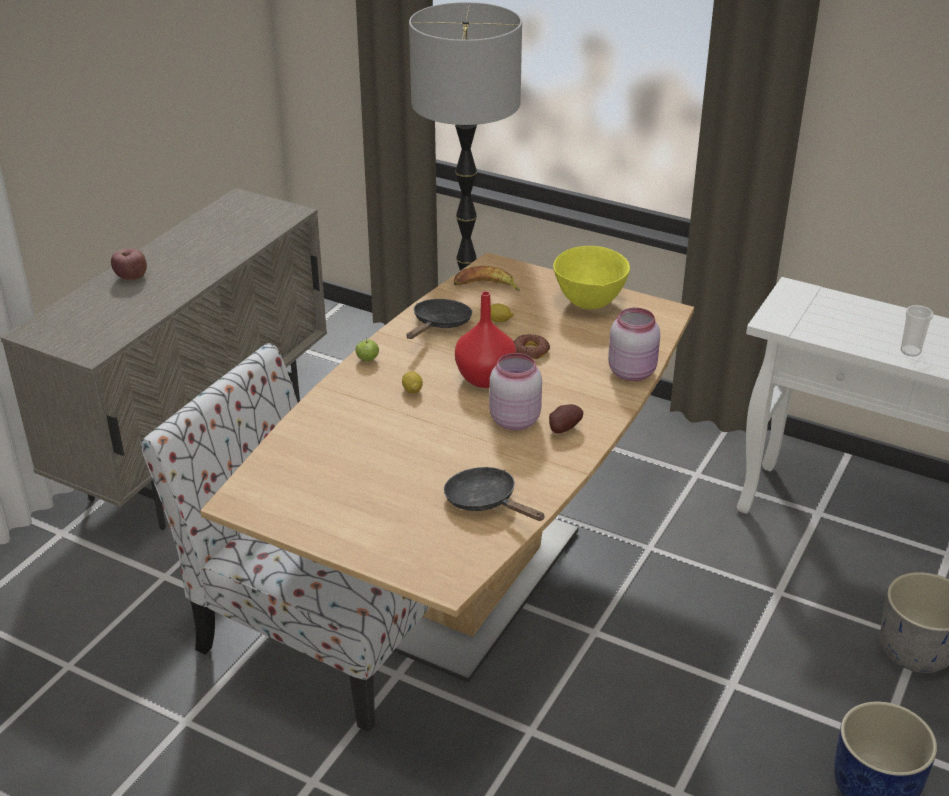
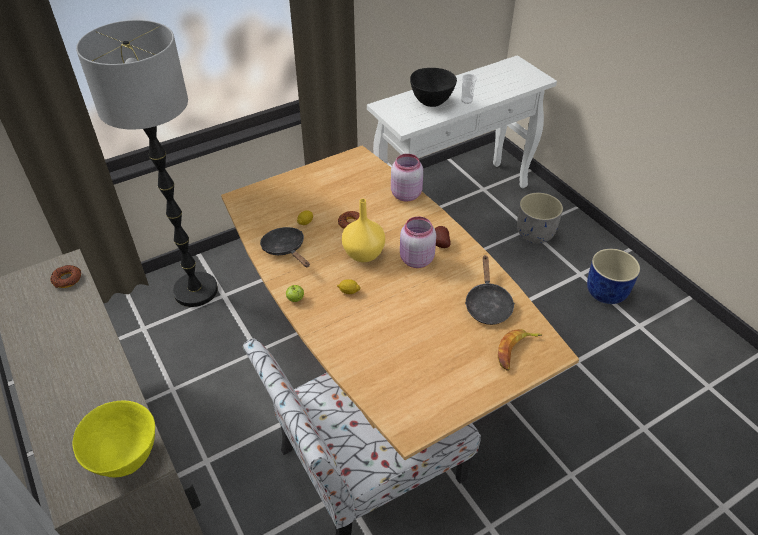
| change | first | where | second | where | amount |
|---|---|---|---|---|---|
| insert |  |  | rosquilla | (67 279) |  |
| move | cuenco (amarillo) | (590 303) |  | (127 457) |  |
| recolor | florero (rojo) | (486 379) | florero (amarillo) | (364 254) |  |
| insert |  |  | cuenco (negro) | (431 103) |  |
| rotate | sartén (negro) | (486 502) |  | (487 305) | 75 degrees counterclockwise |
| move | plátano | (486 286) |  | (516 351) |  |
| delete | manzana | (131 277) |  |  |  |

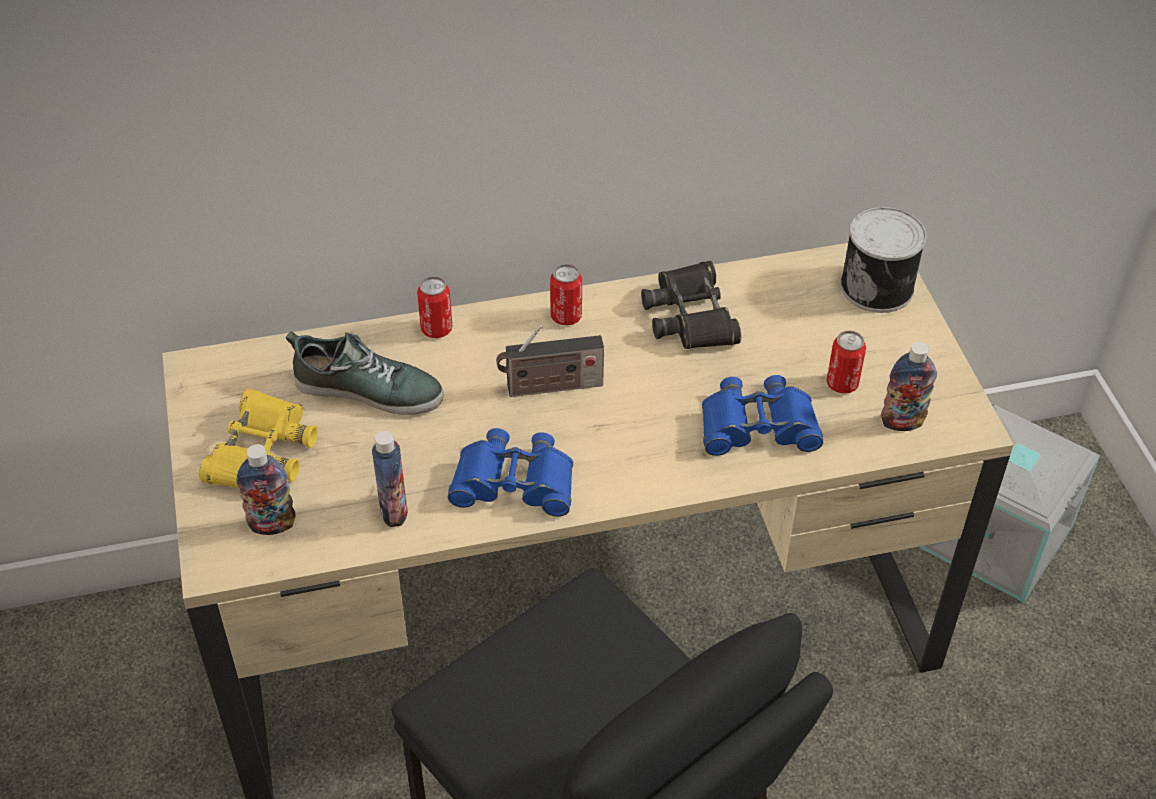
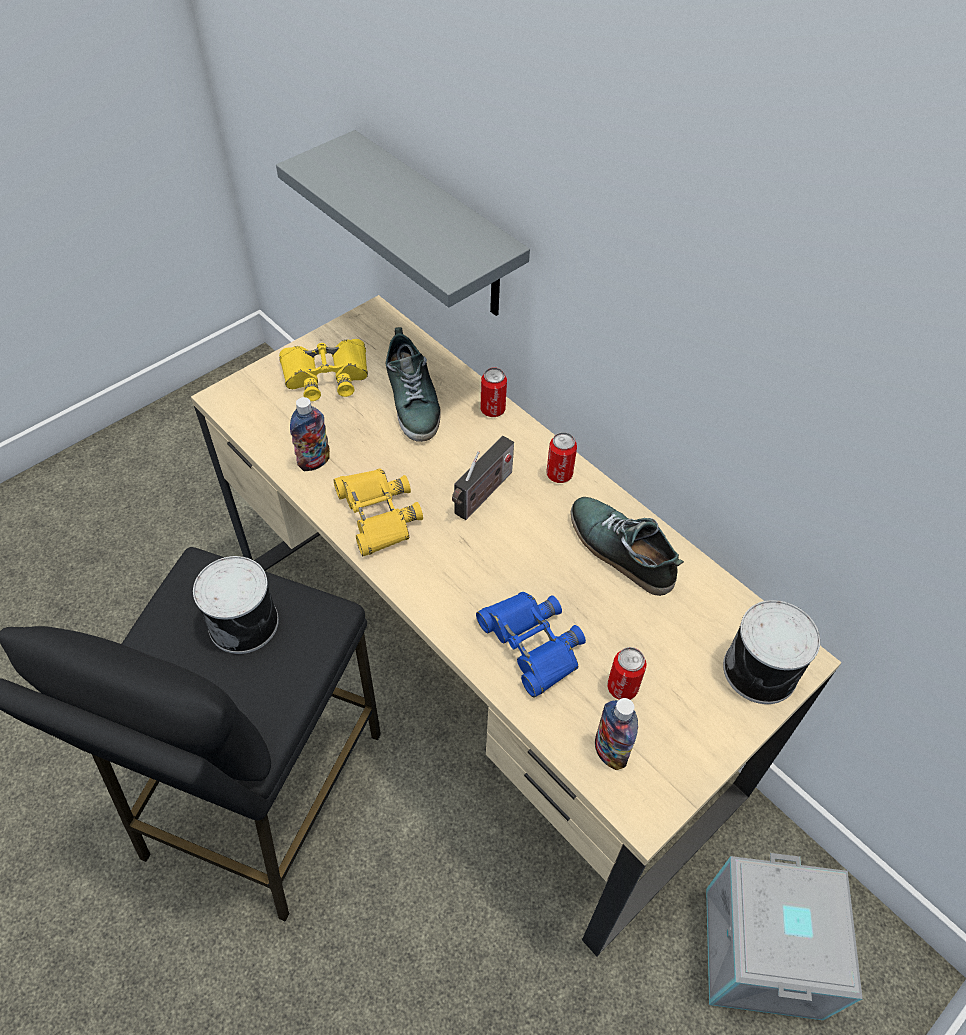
| change | first | where | second | where | amount |
|---|---|---|---|---|---|
| insert |  |  | lata | (245 622) |  |
| insert |  |  | estante (gris) | (438 229) |  |
| recolor | prismáticos (azul) | (514 483) | prismáticos (amarillo) | (377 515) |  |
| rotate | radio | (550 387) |  | (482 495) | 105 degrees counterclockwise |
| replace | prismáticos (negro) | (691 316) | zapato | (620 550) |  |
| delete | botella | (272 524) |  |  |  |

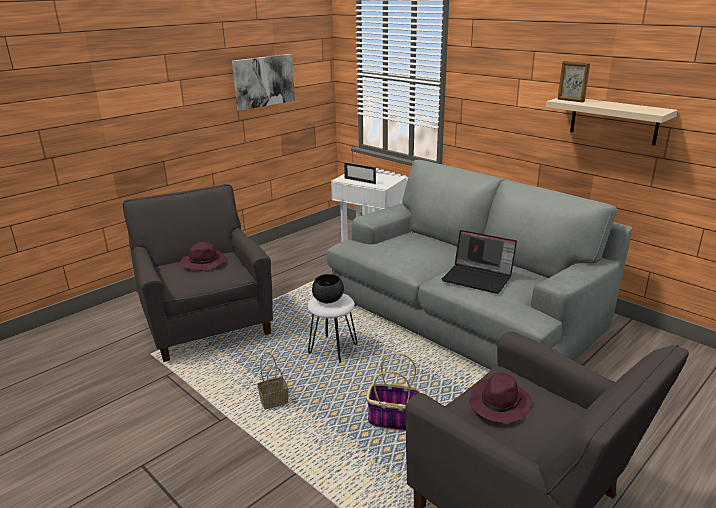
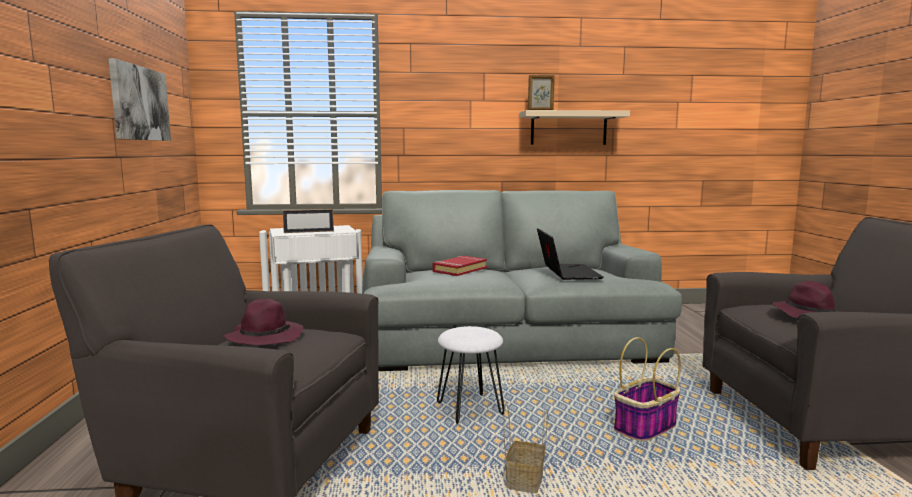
| change | first | where | second | where | amount |
|---|---|---|---|---|---|
| insert |  |  | libro (rojo) | (459 270) |  |
| rotate | portátil | (478 278) |  | (566 273) | 75 degrees counterclockwise |
| delete | cuenco (negro) | (327 300) |  |  |  |

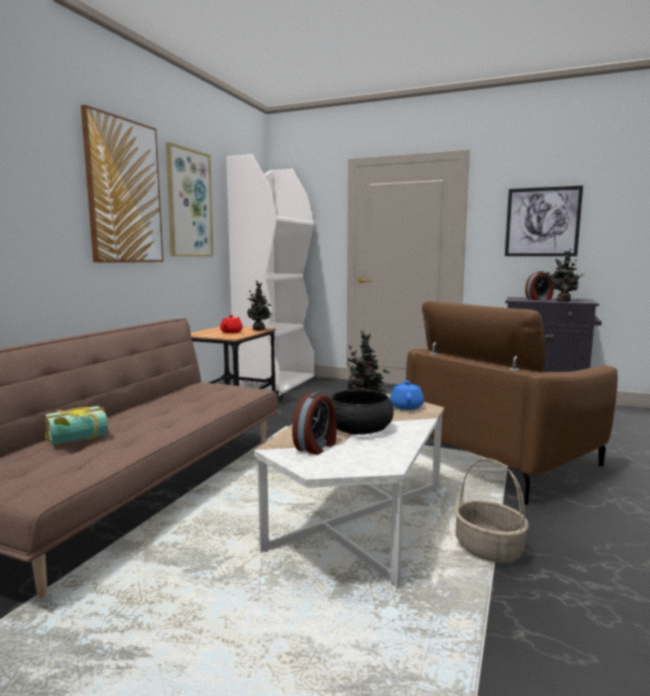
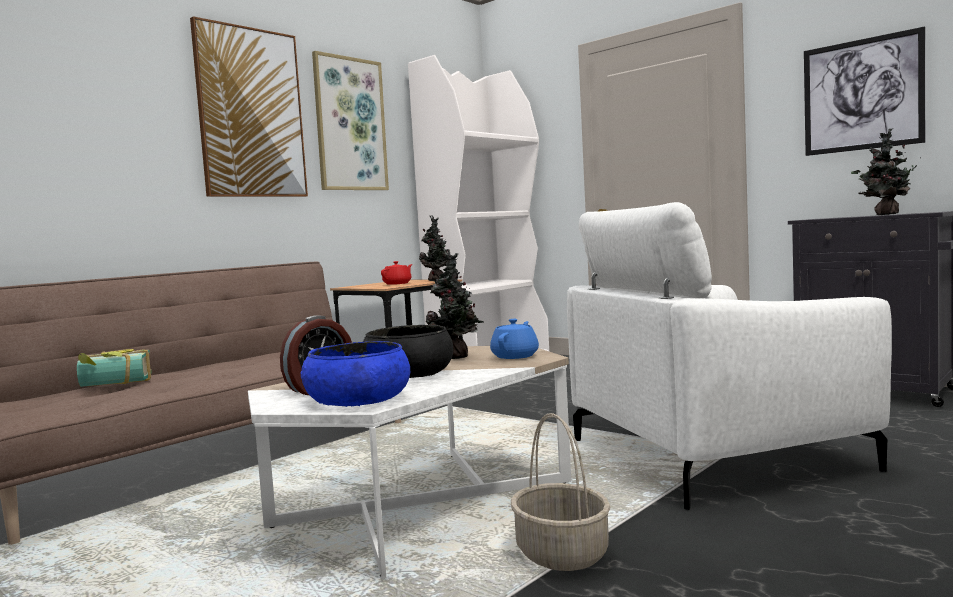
| change | first | where | second | where | amount |
|---|---|---|---|---|---|
| insert |  |  | cuenco (azul) | (358 399) |  |
| recolor | sillón (marrón) | (502 459) | sillón (blanco) | (716 454) |  |
| delete | despertador | (539 299) |  |  |  |

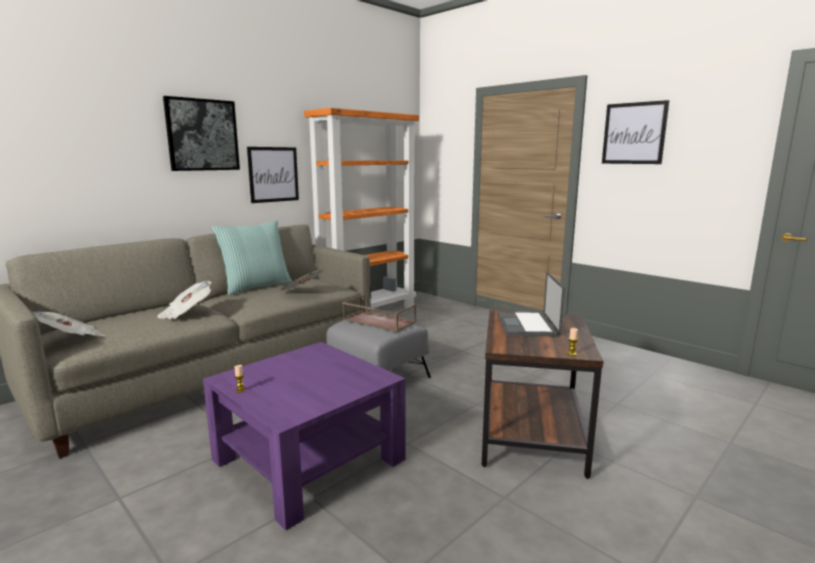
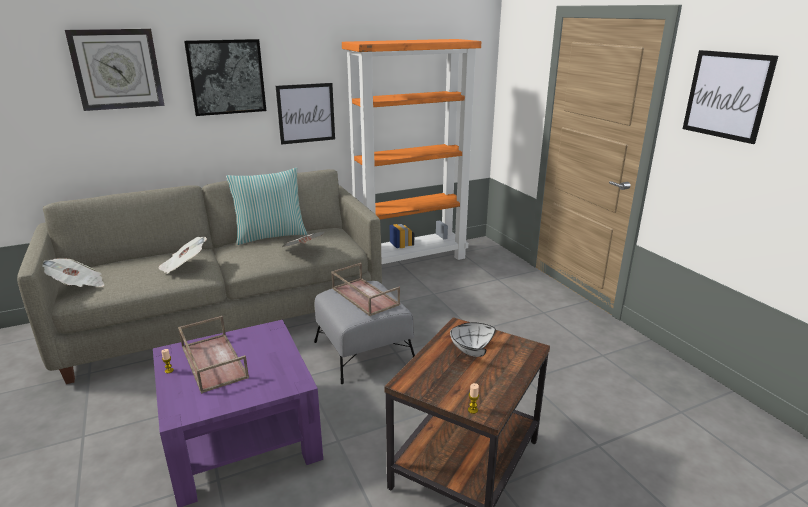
| change | first | where | second | where | amount |
|---|---|---|---|---|---|
| insert |  |  | reloj de pared | (117 69) |  |
| insert |  |  | bandeja (marrón) | (212 361) |  |
| replace | portátil | (527 325) | cuenco (blanco) | (470 351) |  |

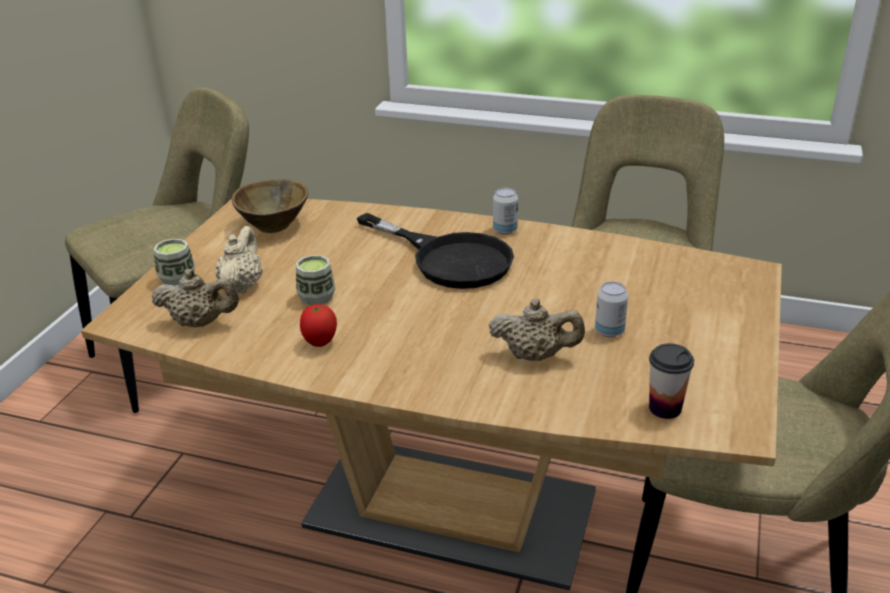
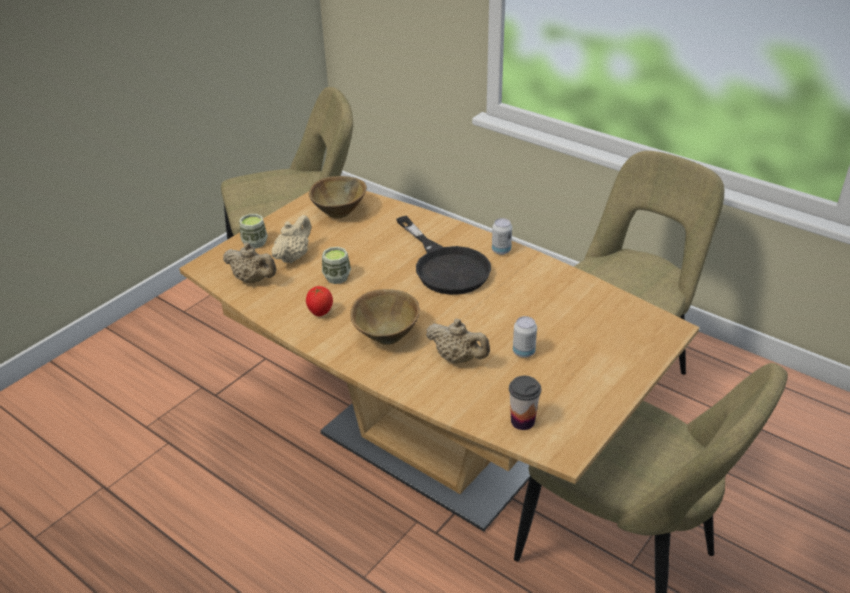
| change | first | where | second | where | amount |
|---|---|---|---|---|---|
| insert |  |  | cuenco (marrón) | (386 334) |  |

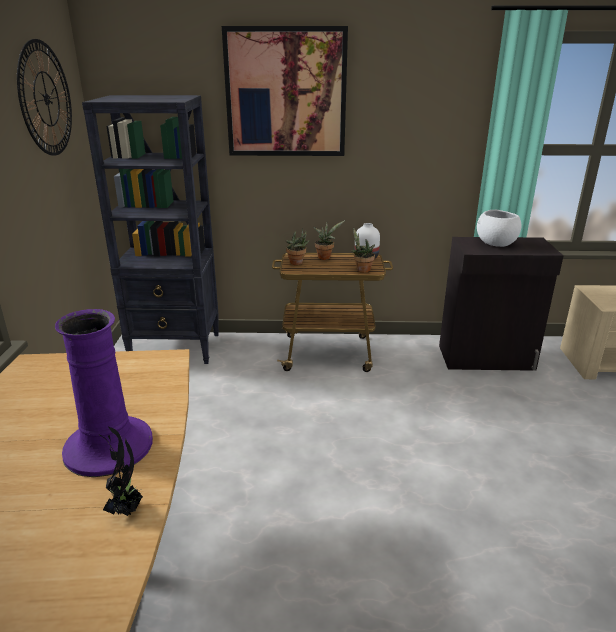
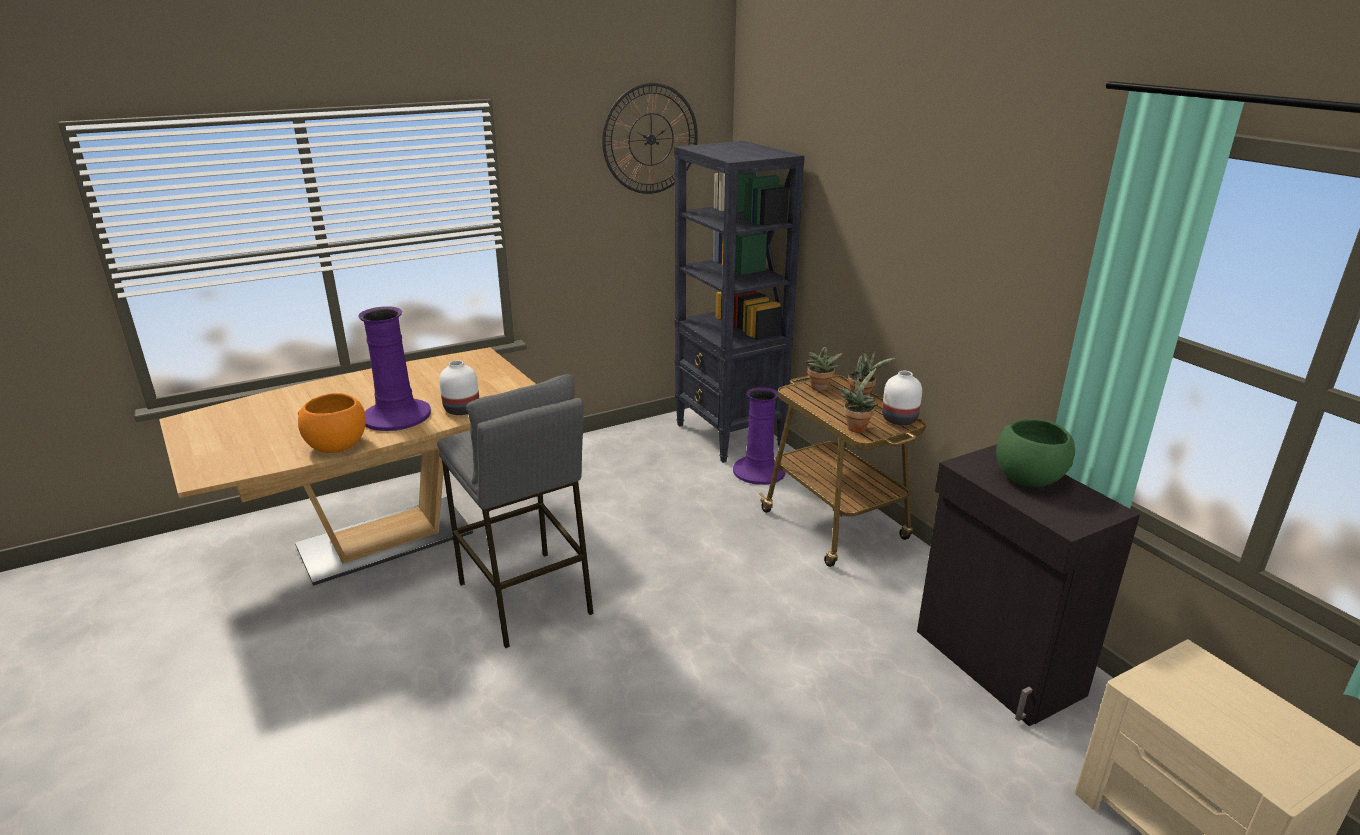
| change | first | where | second | where | amount |
|---|---|---|---|---|---|
| replace | planta en maceta | (127 509) | cuenco (naranja) | (336 445) |  |
| insert |  |  | taburete (gris) | (525 598) |  |
| insert |  |  | florero (blanco) | (461 409) |  |
| insert |  |  | florero (morado) | (759 471) |  |
| recolor | cuenco (blanco) | (495 243) | cuenco (verde) | (1028 477) |  |
| delete | cuadro | (286 93) |  |  |  |

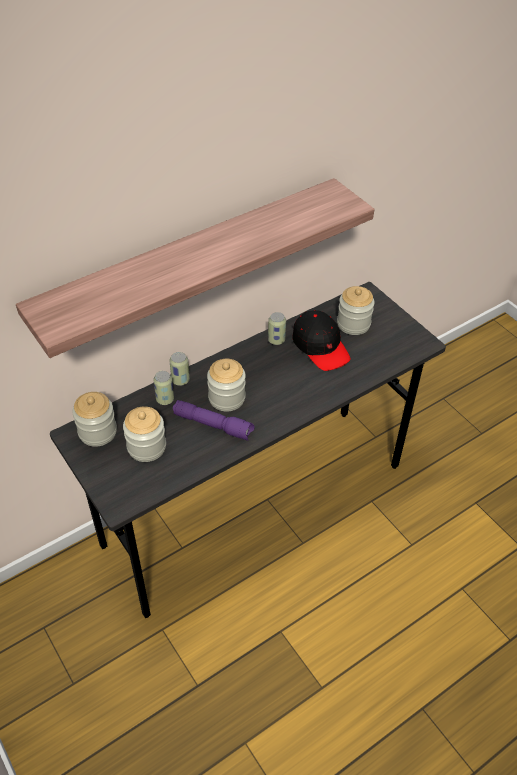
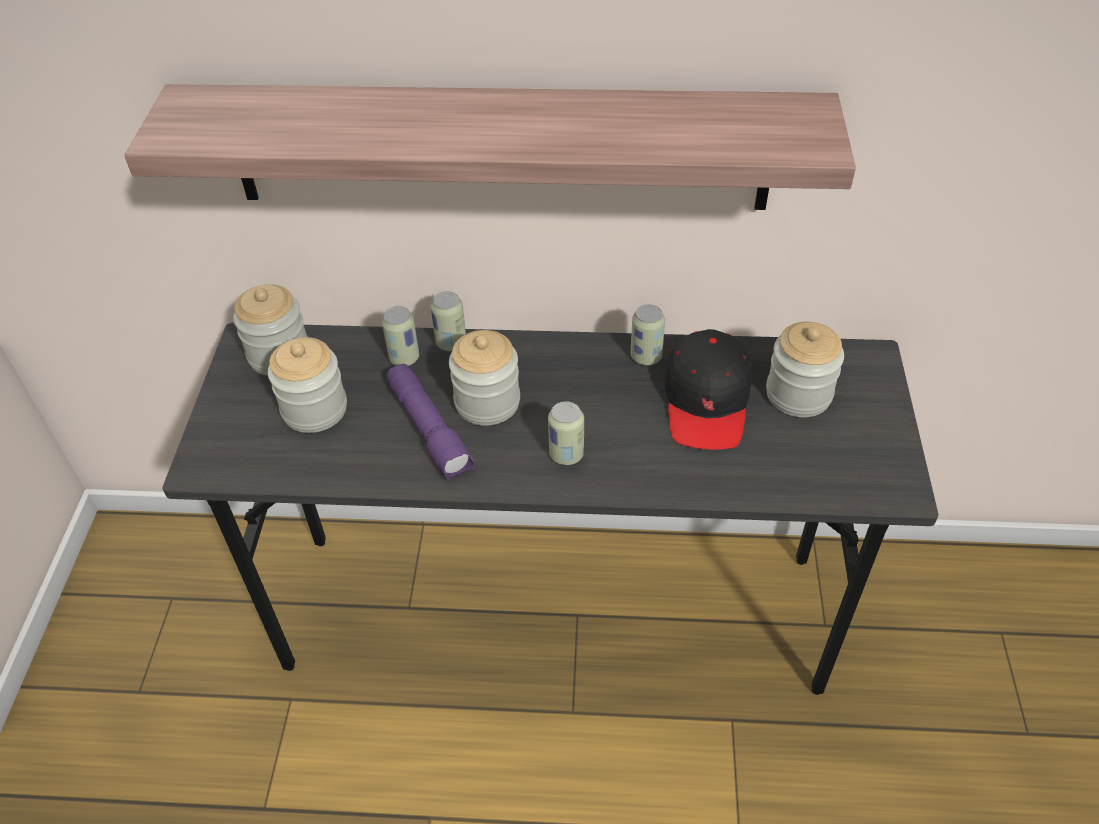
| change | first | where | second | where | amount |
|---|---|---|---|---|---|
| insert |  |  | lata | (566 454) |  |

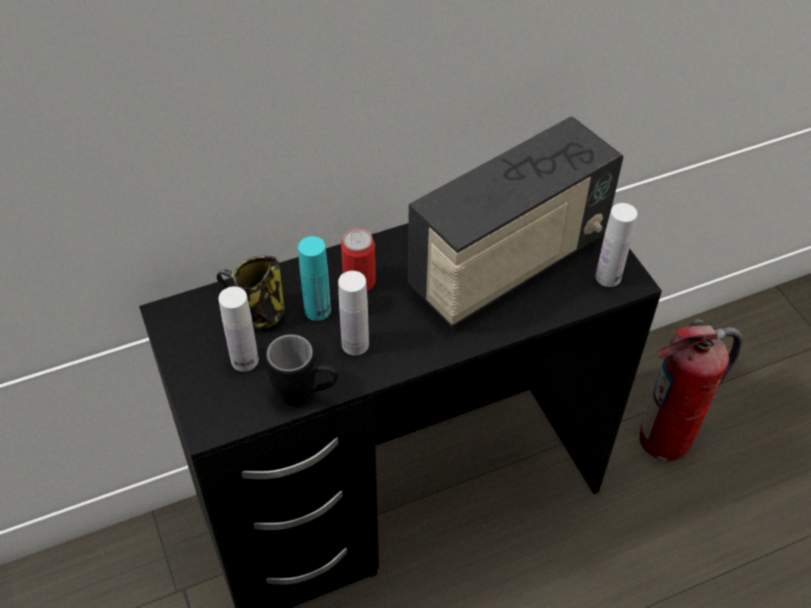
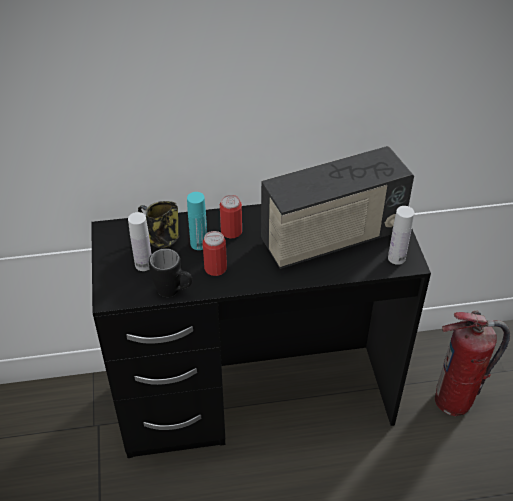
| change | first | where | second | where | amount |
|---|---|---|---|---|---|
| replace | botella (blanco) | (355 344) | lata | (215 268) |  |

